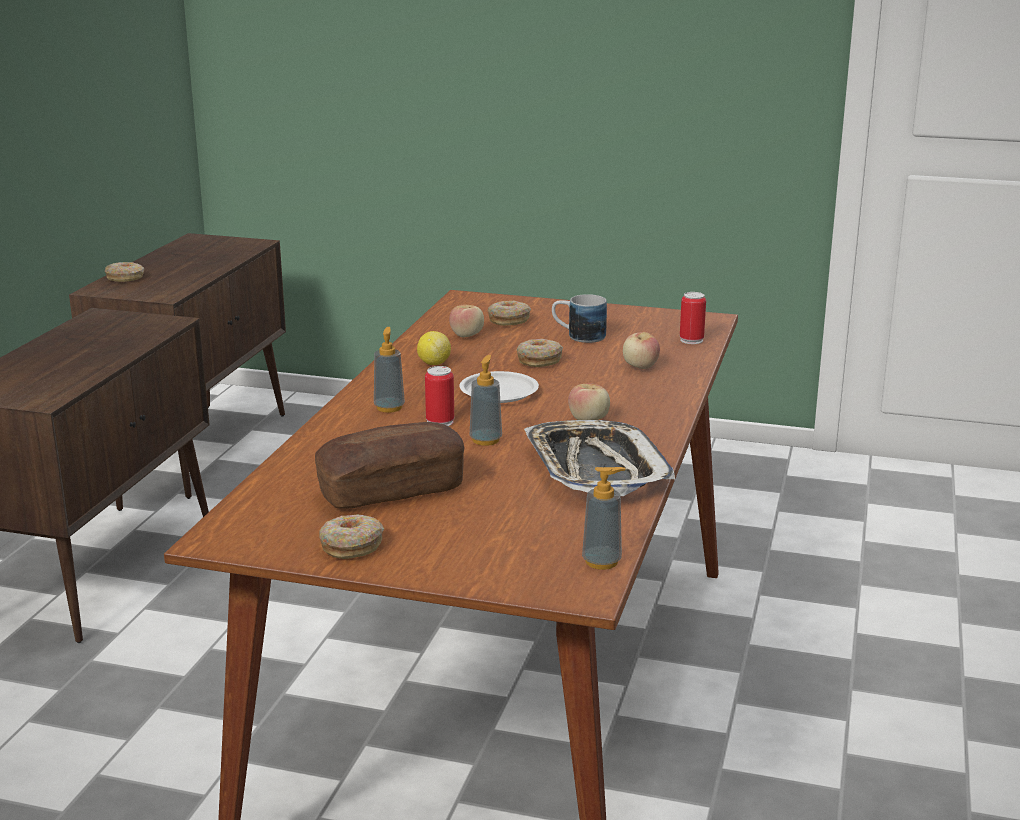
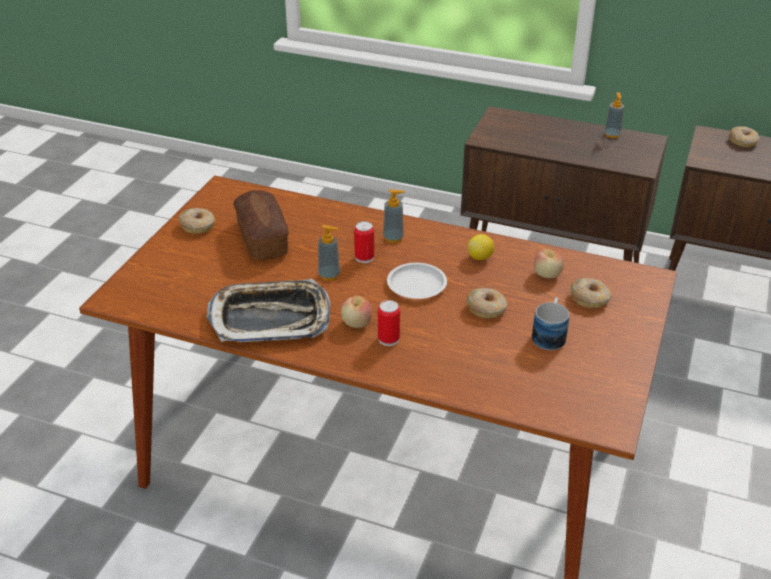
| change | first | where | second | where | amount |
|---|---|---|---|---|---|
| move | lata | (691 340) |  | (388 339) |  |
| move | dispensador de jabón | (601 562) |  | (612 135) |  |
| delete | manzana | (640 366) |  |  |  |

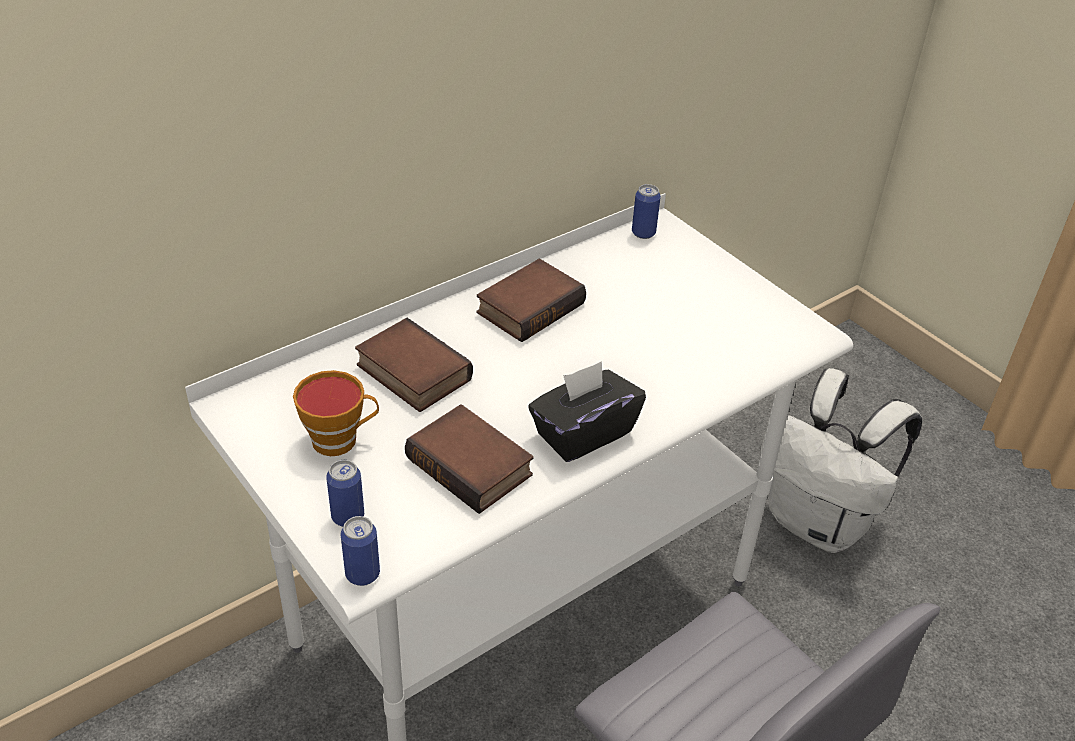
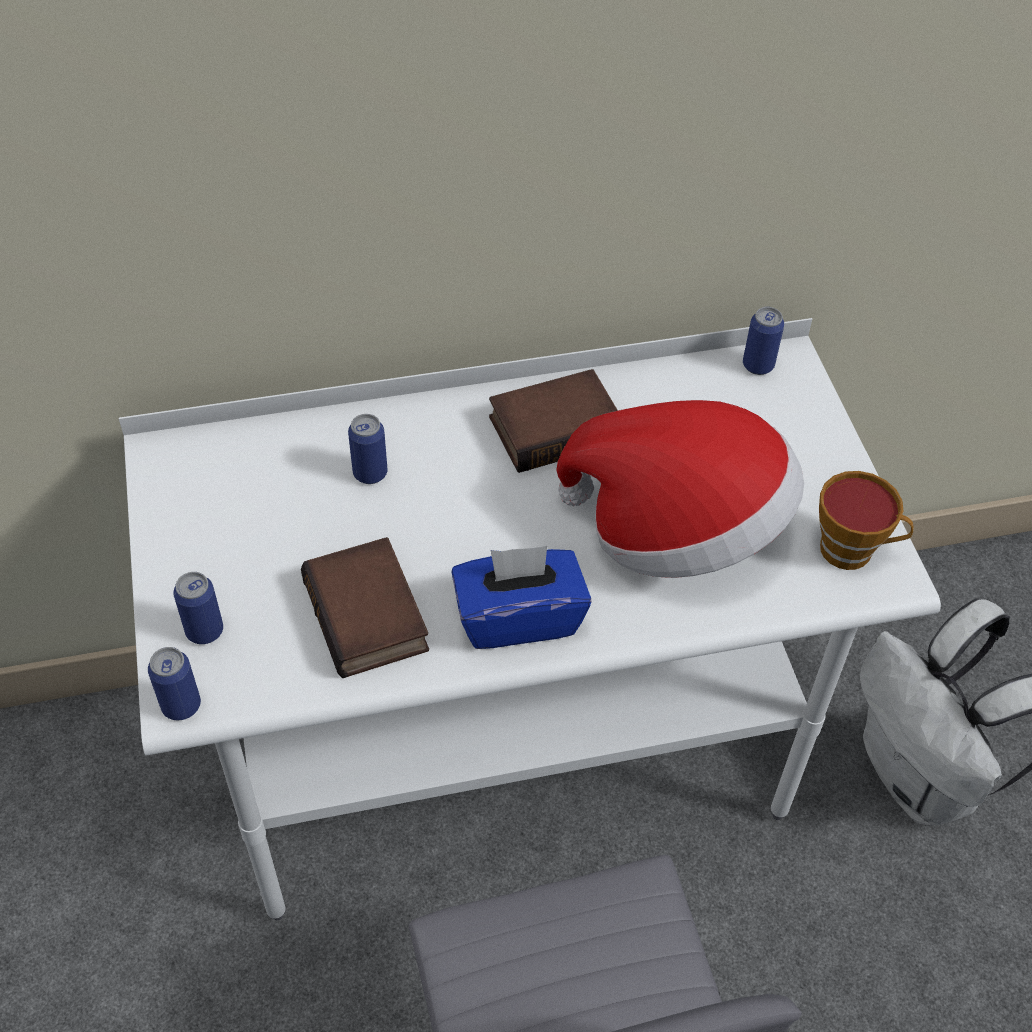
| change | first | where | second | where | amount |
|---|---|---|---|---|---|
| replace | libro | (410 373) | lata | (370 473) |  |
| recolor | caja de pañuelos (negro) | (583 433) | caja de pañuelos (azul) | (518 617) |  |
| insert |  |  | sombrero | (678 529) |  |
| move | taza | (340 439) |  | (853 550) |  |

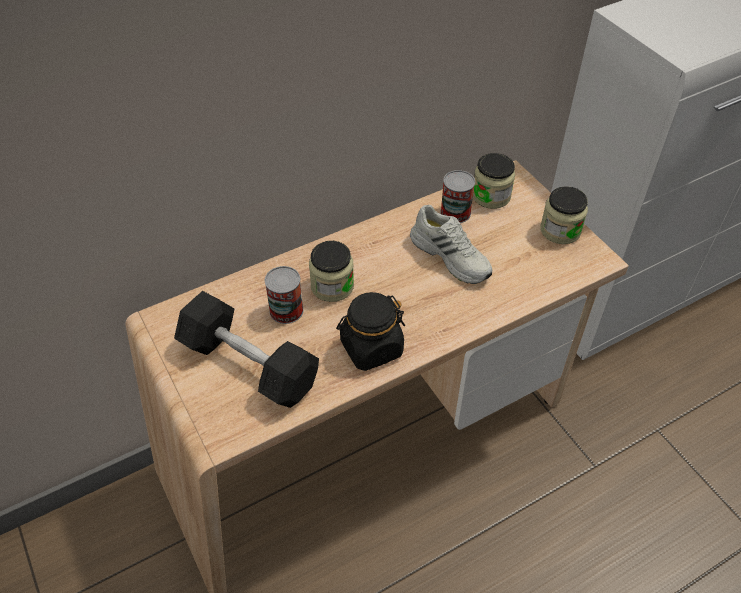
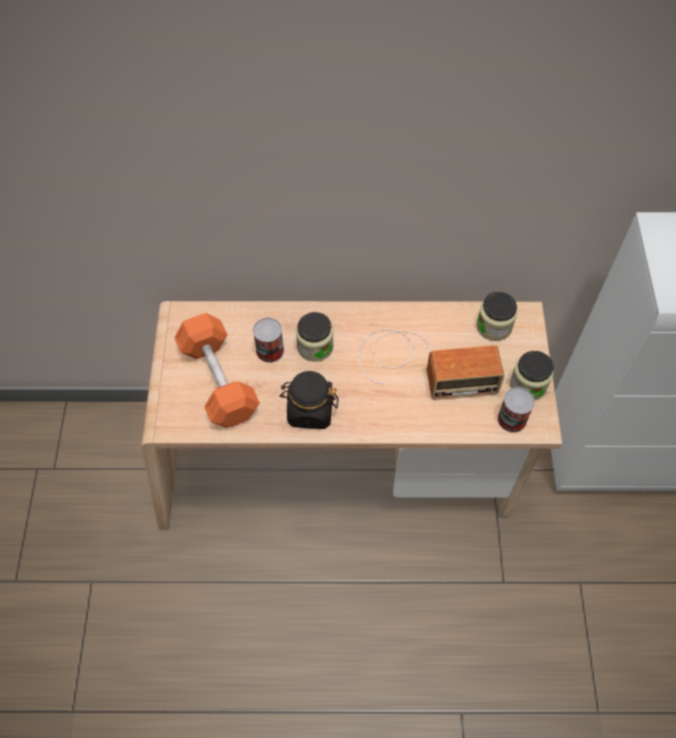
| change | first | where | second | where | amount |
|---|---|---|---|---|---|
| recolor | mancuerna (negro) | (249 364) | mancuerna (naranja) | (218 380) |  |
| replace | zapato (blanco) | (451 256) | radio | (422 365) |  |
| move | lata | (455 212) |  | (512 419) |  |

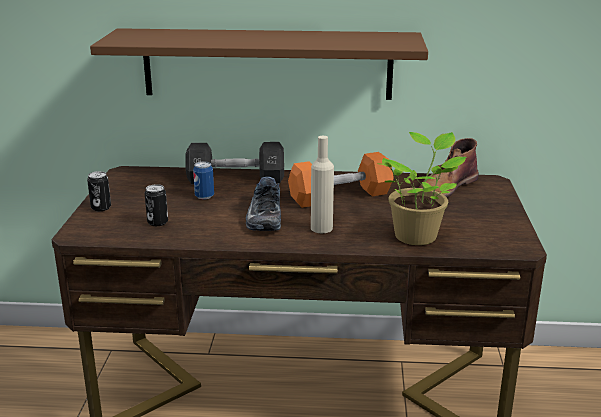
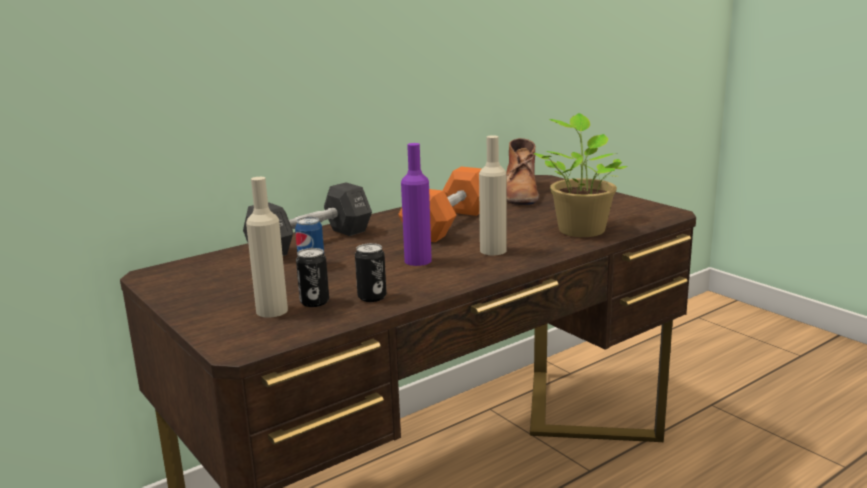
| change | first | where | second | where | amount |
|---|---|---|---|---|---|
| insert |  |  | botella (beis) | (272 311) |  |
| move | lata | (101 208) |  | (372 297) |  |
| replace | zapato | (263 217) | botella (morado) | (418 261) |  |
| delete | estante (marrón) | (267 64) |  |  |  |

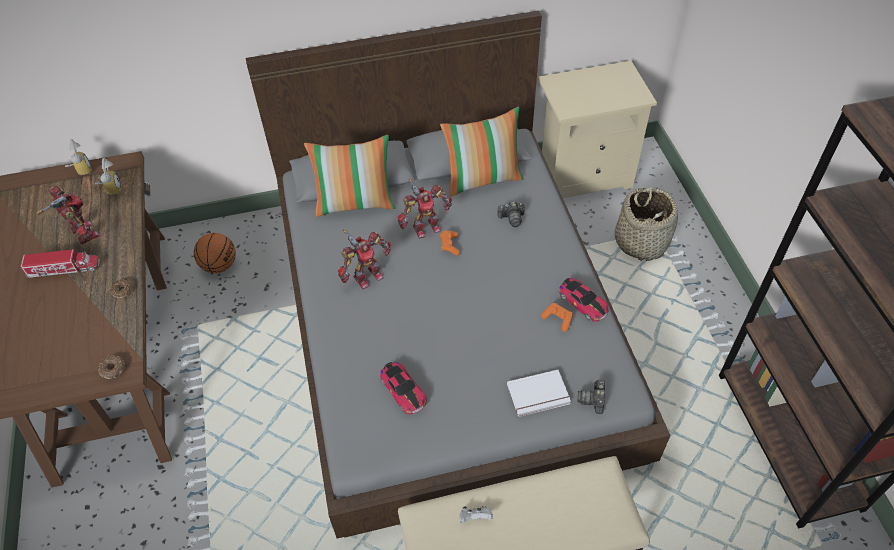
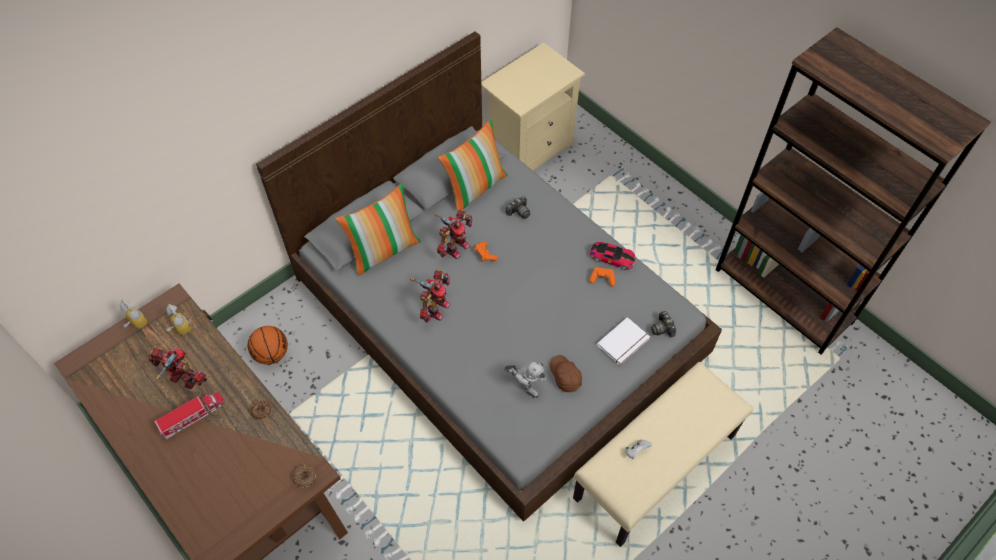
| change | first | where | second | where | amount |
|---|---|---|---|---|---|
| replace | coche de juguete | (403 390) | robot de juguete | (525 385) |  |
| insert |  |  | gorra (marrón) | (565 376) |  |
| delete | cesta | (641 241) |  |  |  |

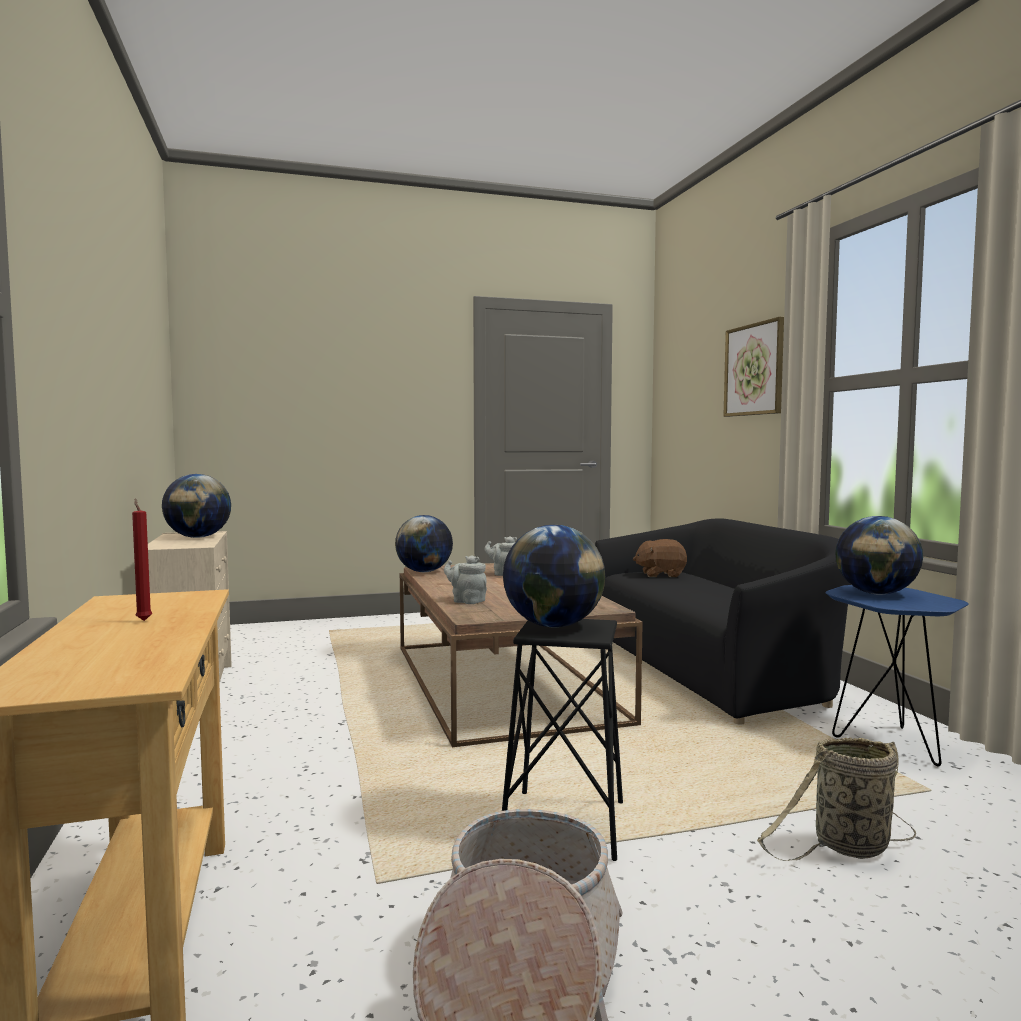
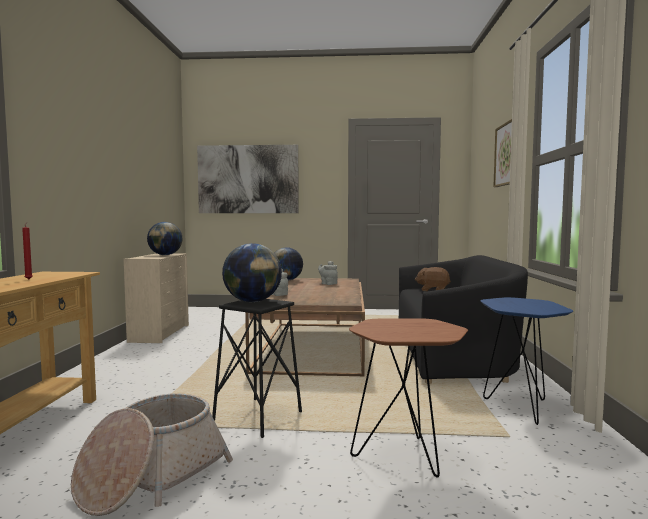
| change | first | where | second | where | amount |
|---|---|---|---|---|---|
| insert |  |  | cuadro | (248 179) |  |
| replace | cesta | (847 848) | mesa auxiliar (marrón) | (406 456) |  |
| delete | globo terráqueo | (876 593) |  |  |  |

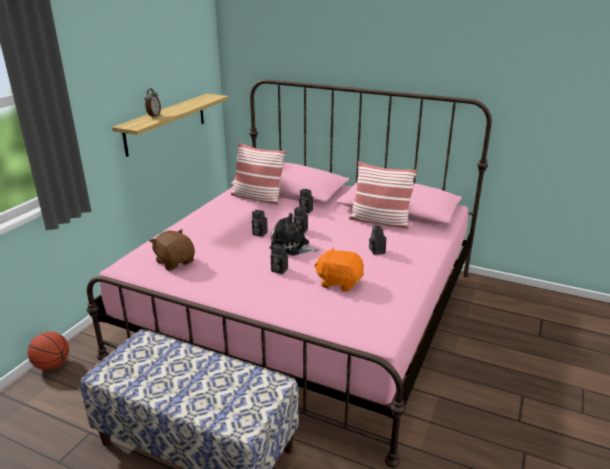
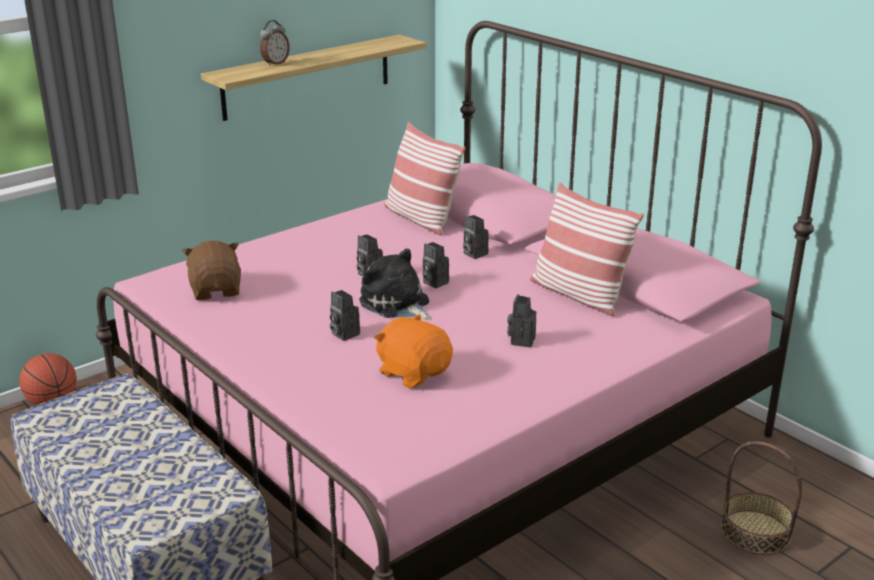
| change | first | where | second | where | amount |
|---|---|---|---|---|---|
| insert |  |  | cesta | (755 532) |  |

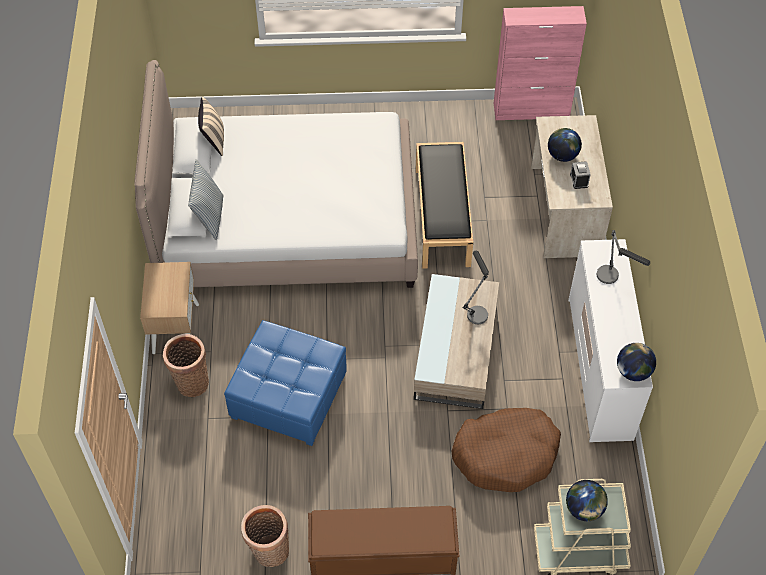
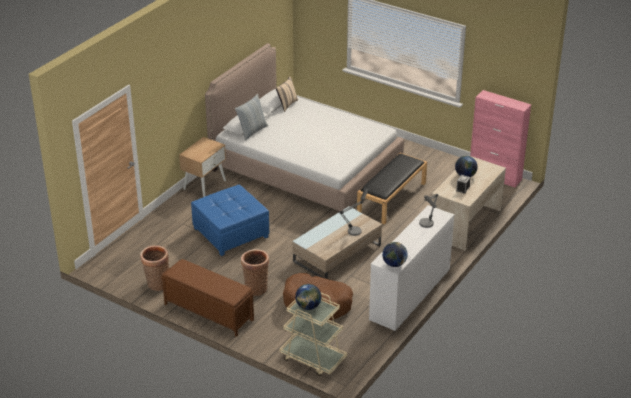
| change | first | where | second | where | amount |
|---|---|---|---|---|---|
| move | cesta | (191 382) |  | (256 288) |  |

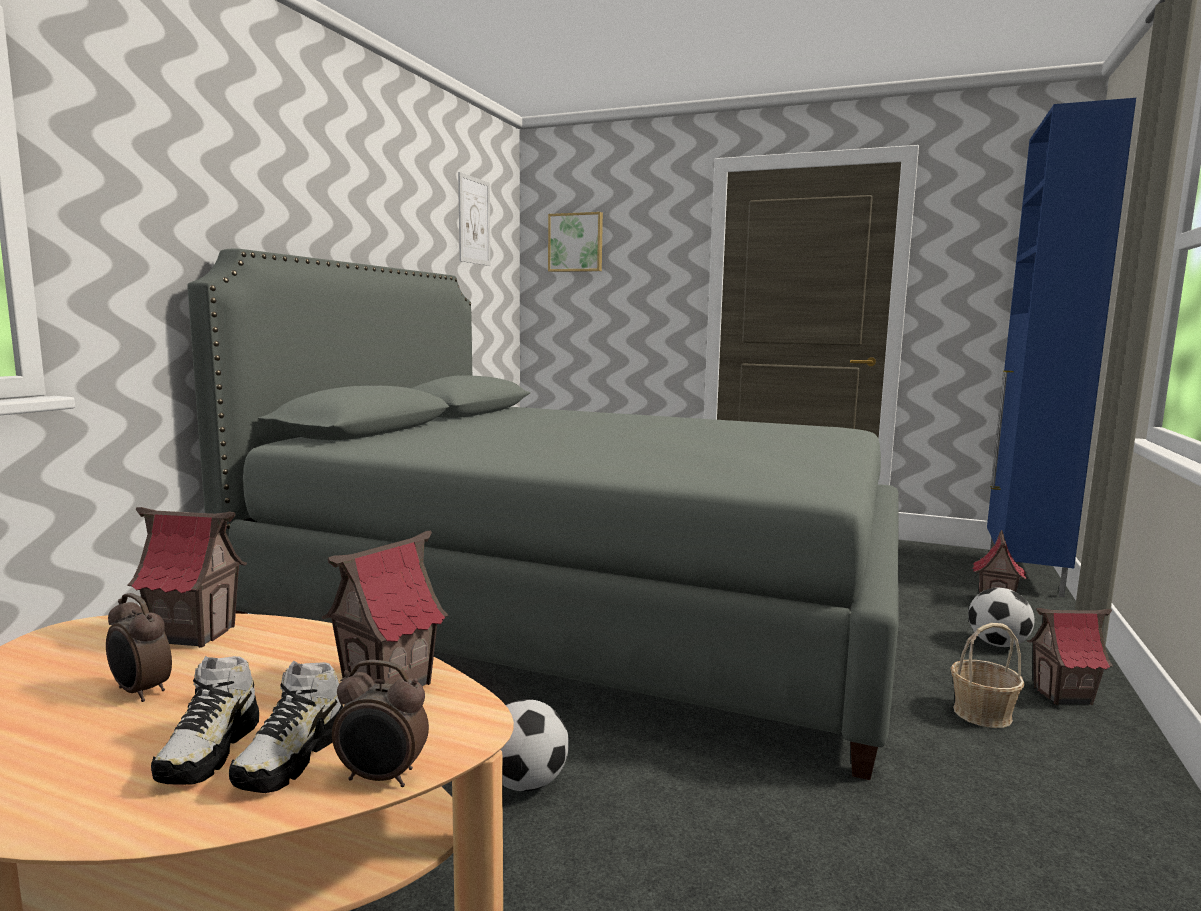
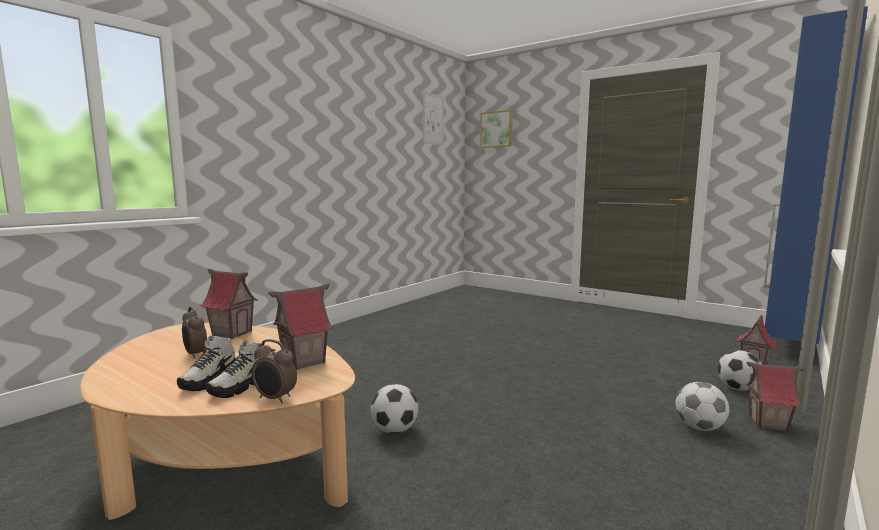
| change | first | where | second | where | amount |
|---|---|---|---|---|---|
| replace | cesta | (981 714) | balón de fútbol | (699 427) |  |
| delete | cama (gris) | (588 609) |  |  |  |

